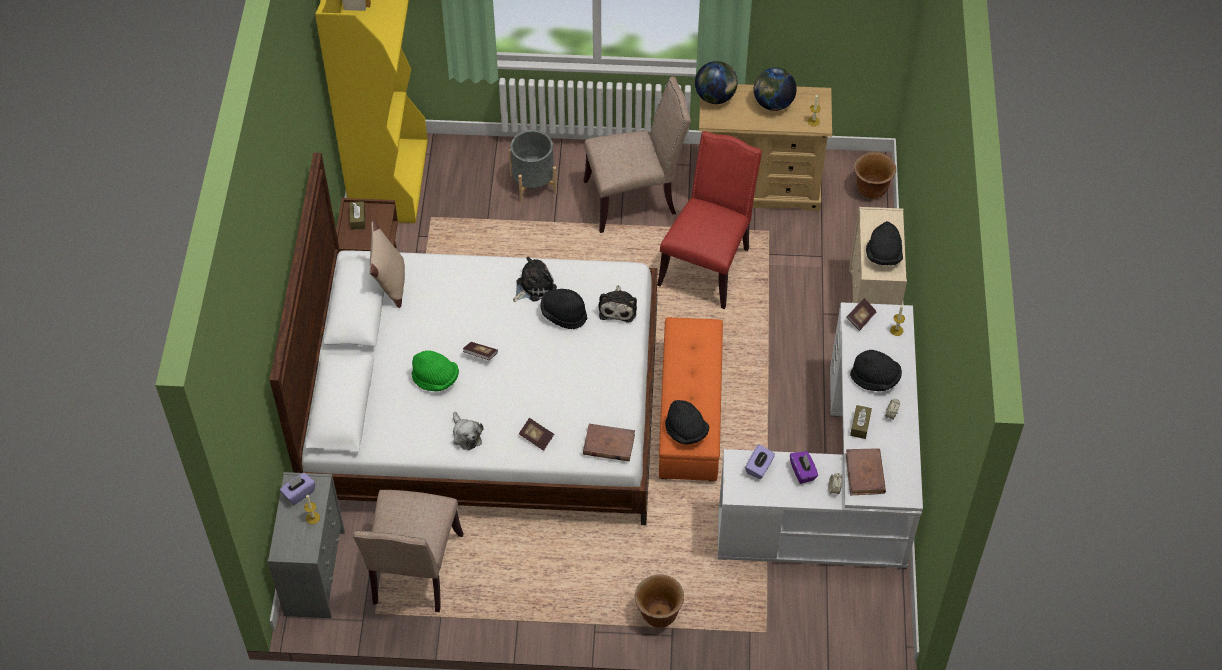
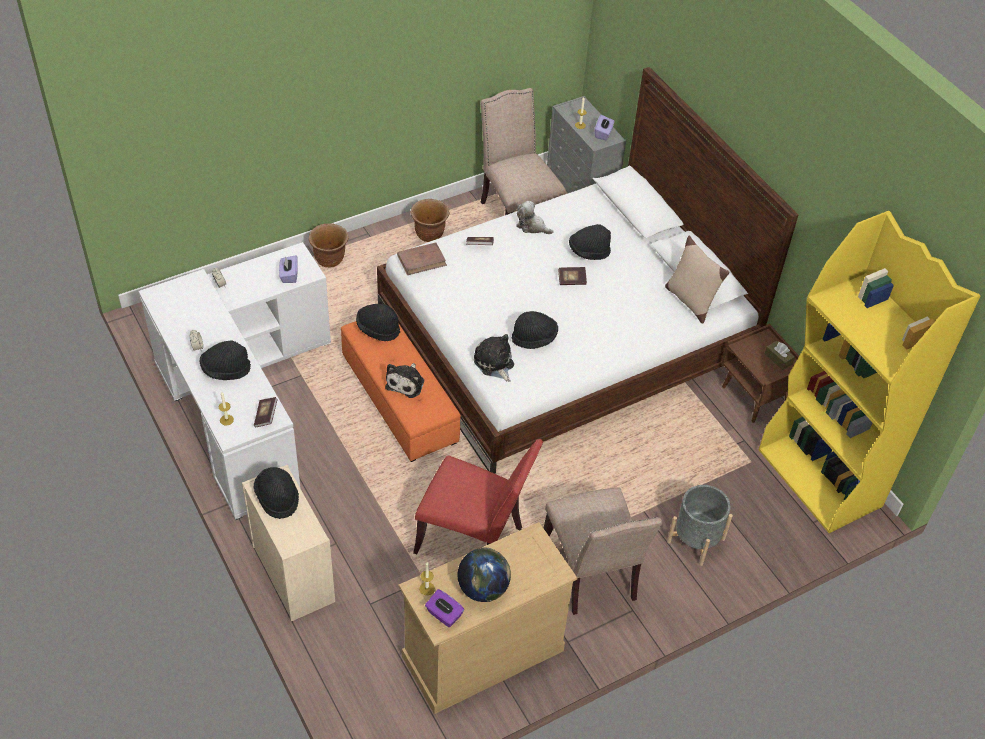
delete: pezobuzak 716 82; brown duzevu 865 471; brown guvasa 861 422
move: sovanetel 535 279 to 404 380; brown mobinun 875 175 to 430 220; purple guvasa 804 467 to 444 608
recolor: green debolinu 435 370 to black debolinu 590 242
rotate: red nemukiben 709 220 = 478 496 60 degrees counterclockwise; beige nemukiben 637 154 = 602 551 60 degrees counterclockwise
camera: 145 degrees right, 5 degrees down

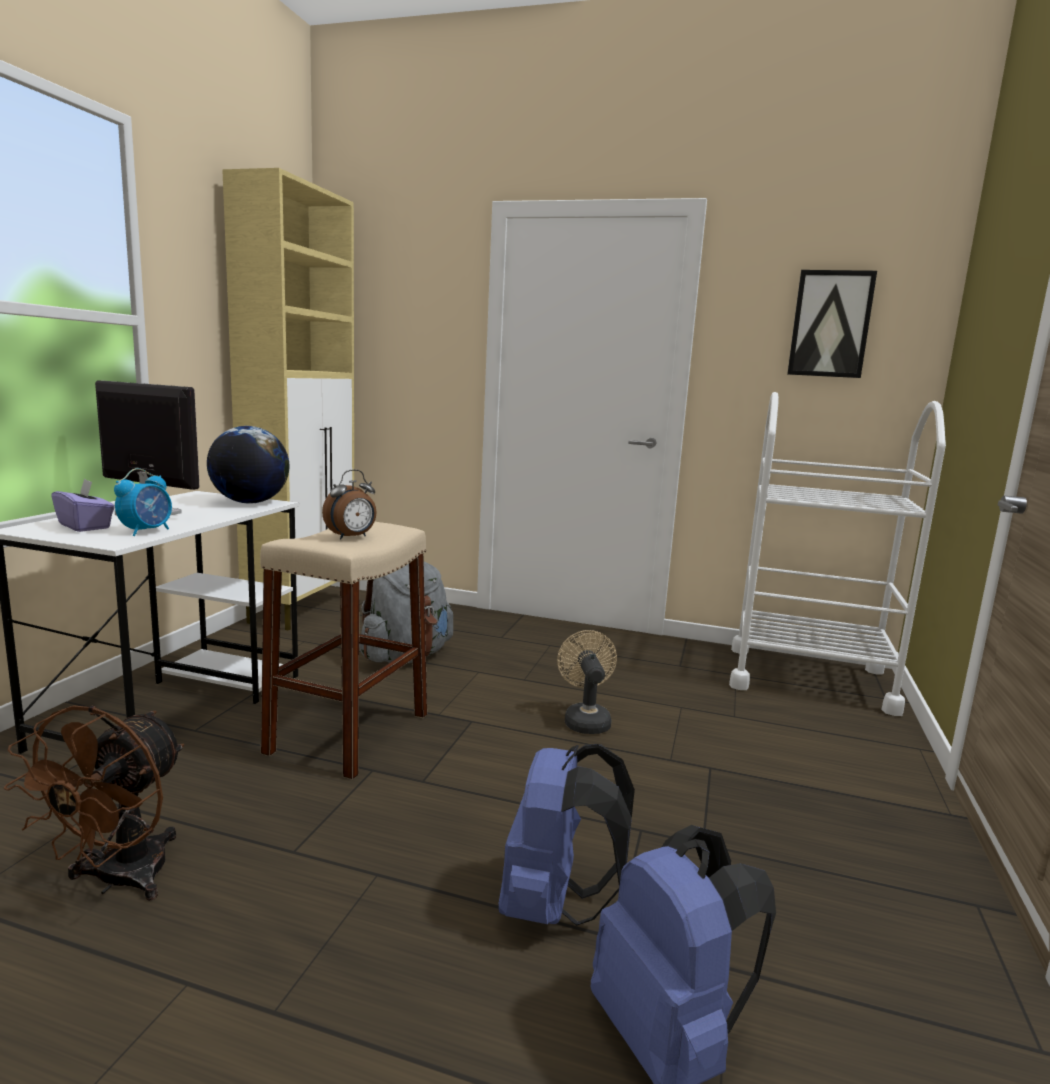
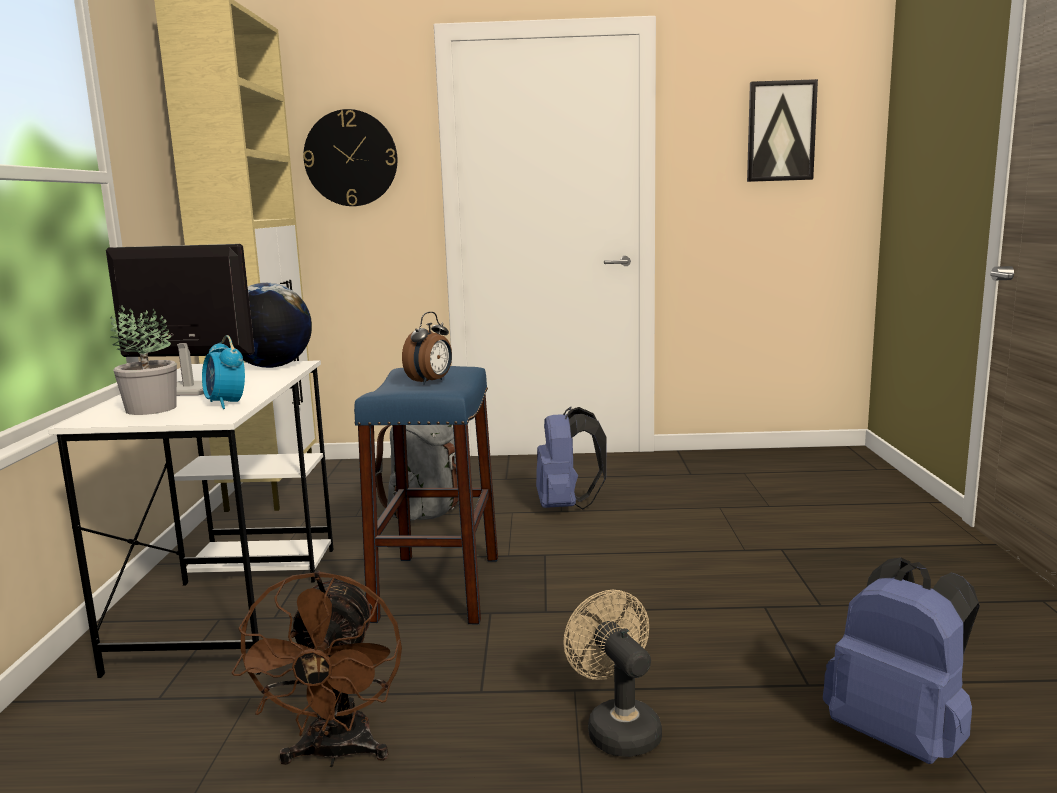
delete: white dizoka 837 554
insert: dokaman 350 157
move: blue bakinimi 566 835 to 571 458; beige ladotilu 587 682 to 612 673
replace: purple guvasa 83 505 to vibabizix 143 360
recolor: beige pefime 343 651 to blue pefime 426 495
rotate: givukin 143 502 = 223 372 135 degrees clockwise
camera: 15 degrees left, 0 degrees up

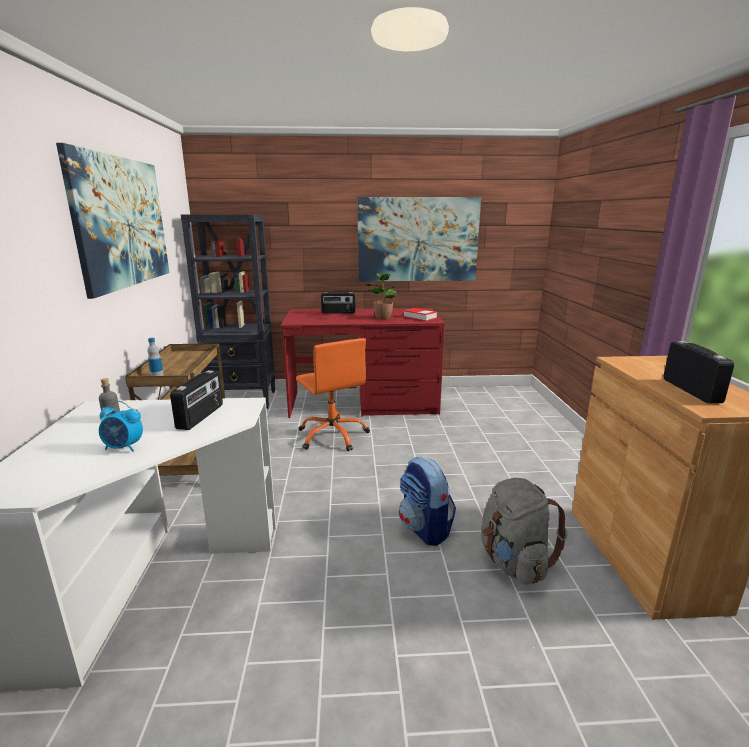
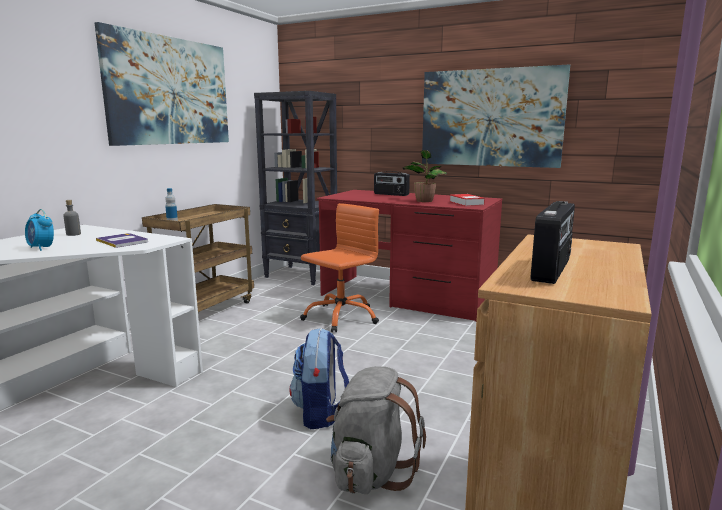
replace: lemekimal 196 400 to duzevu 122 240
rotate: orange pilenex 333 394 = 339 267 135 degrees counterclockwise
camera: 30 degrees right, 5 degrees down

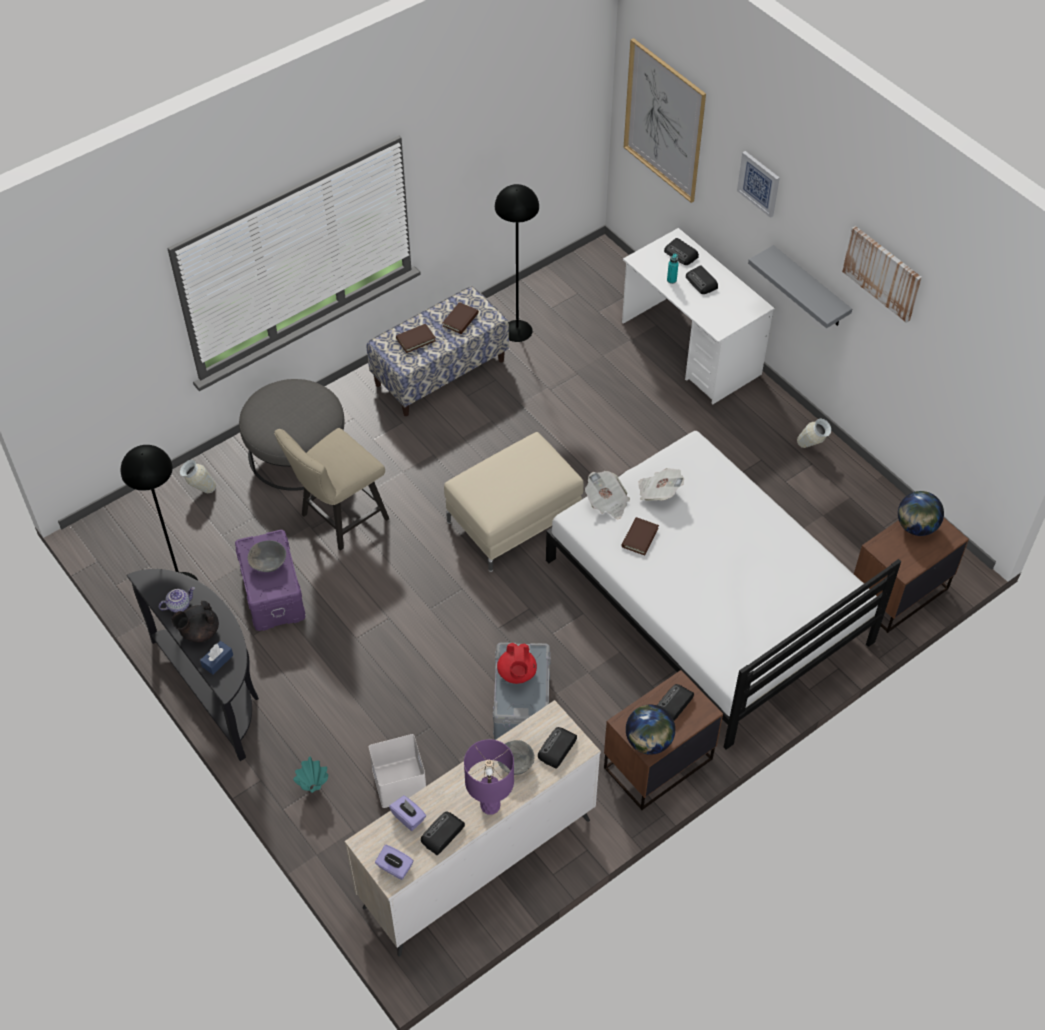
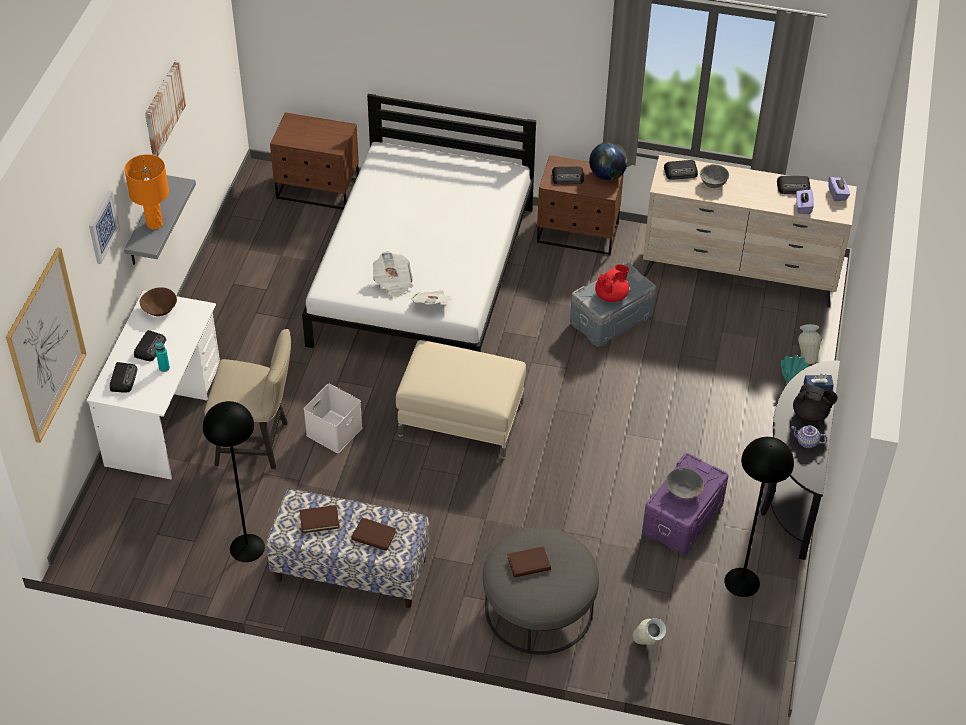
delete: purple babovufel 489 777; pezobuzak 921 513
insert: orange babovufel 146 191; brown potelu 158 301
move: beige nemukiben 331 489 to 247 399; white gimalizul 397 771 to 333 418; brown duzevu 640 536 to 529 562; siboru 814 433 to 809 344
camera: 130 degrees left, 5 degrees down

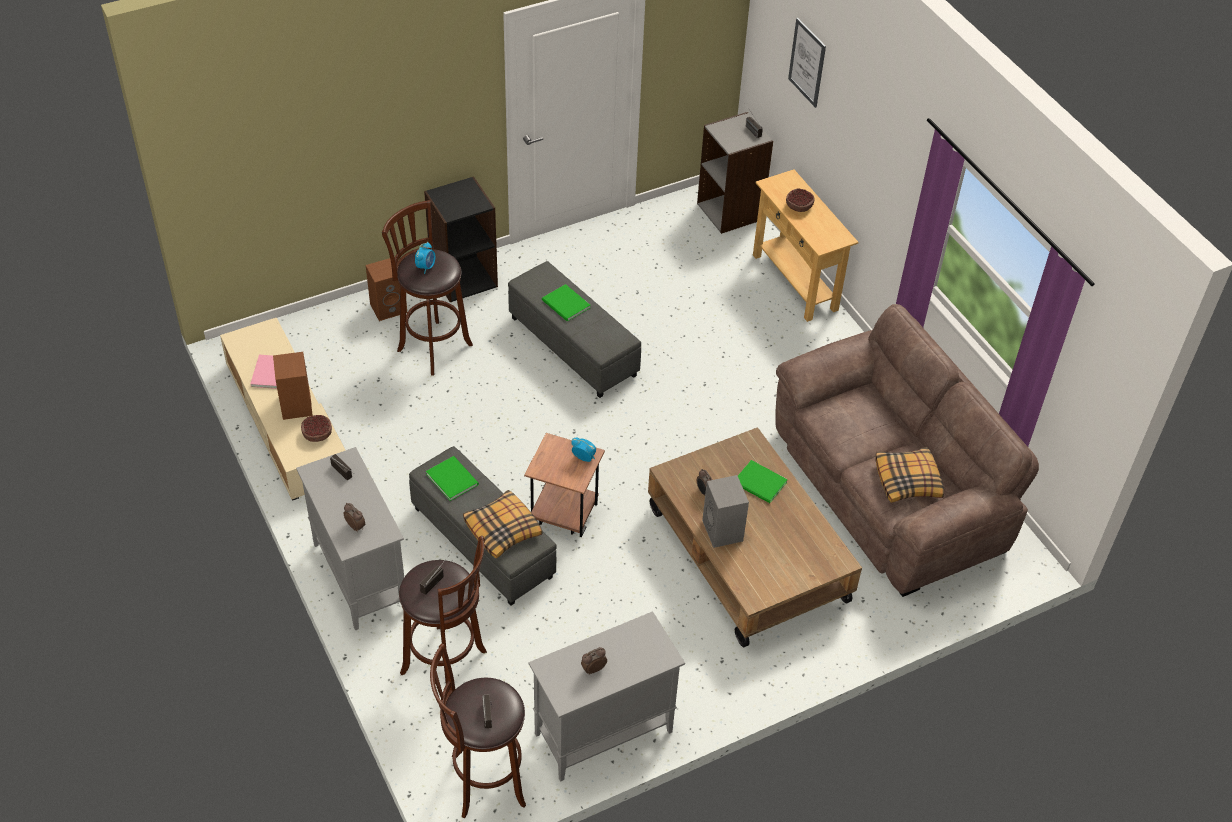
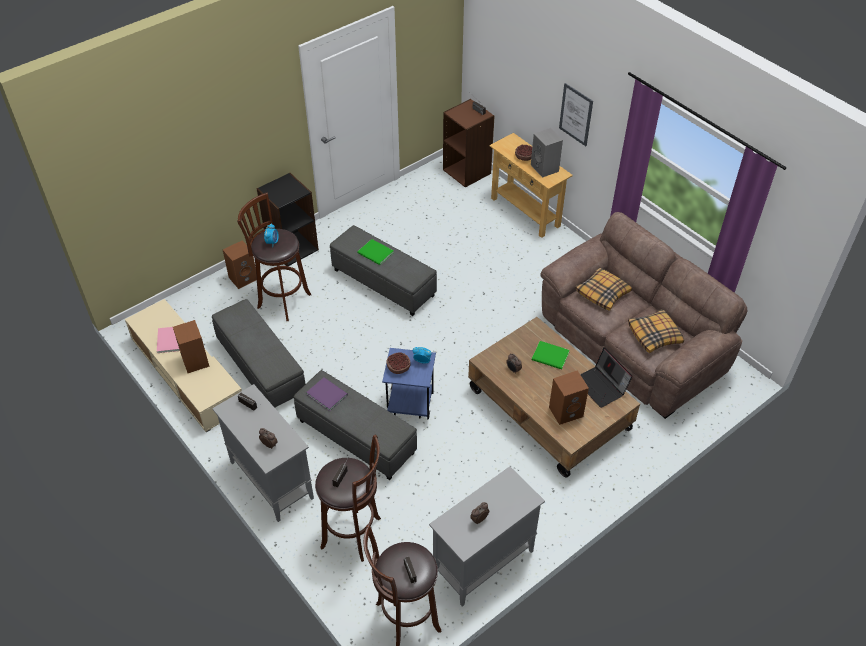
insert: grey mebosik 259 353; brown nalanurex 569 397; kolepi 606 377
move: potelu 316 428 to 398 363; grey nalanurex 725 511 to 547 153; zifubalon 807 63 to 576 114; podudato 502 524 to 603 289
recolor: green duzevu 452 478 to purple duzevu 327 394; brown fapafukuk 564 485 to blue fapafukuk 409 383; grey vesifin 735 173 to brown vesifin 469 143
camera: 10 degrees left, 0 degrees up

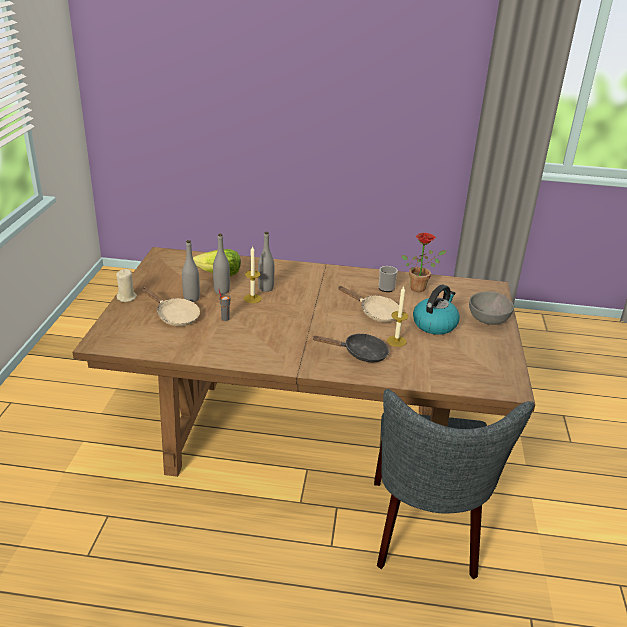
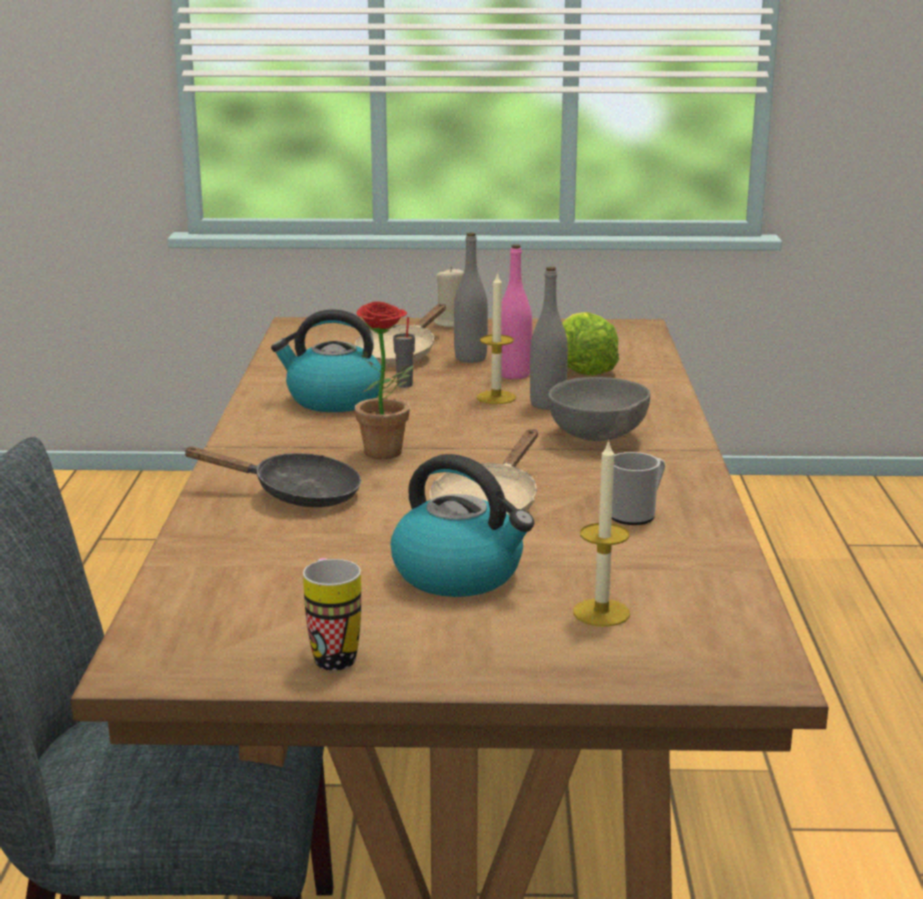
insert: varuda 326 360; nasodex 332 614
move: vibabizix 424 262 to 380 380; grey potelu 491 308 to 599 409; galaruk 397 316 to 601 533
recolor: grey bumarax 221 264 to pink bumarax 516 311
rotate: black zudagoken 350 348 = 272 477 75 degrees counterclockwise
camera: 85 degrees right, 10 degrees down

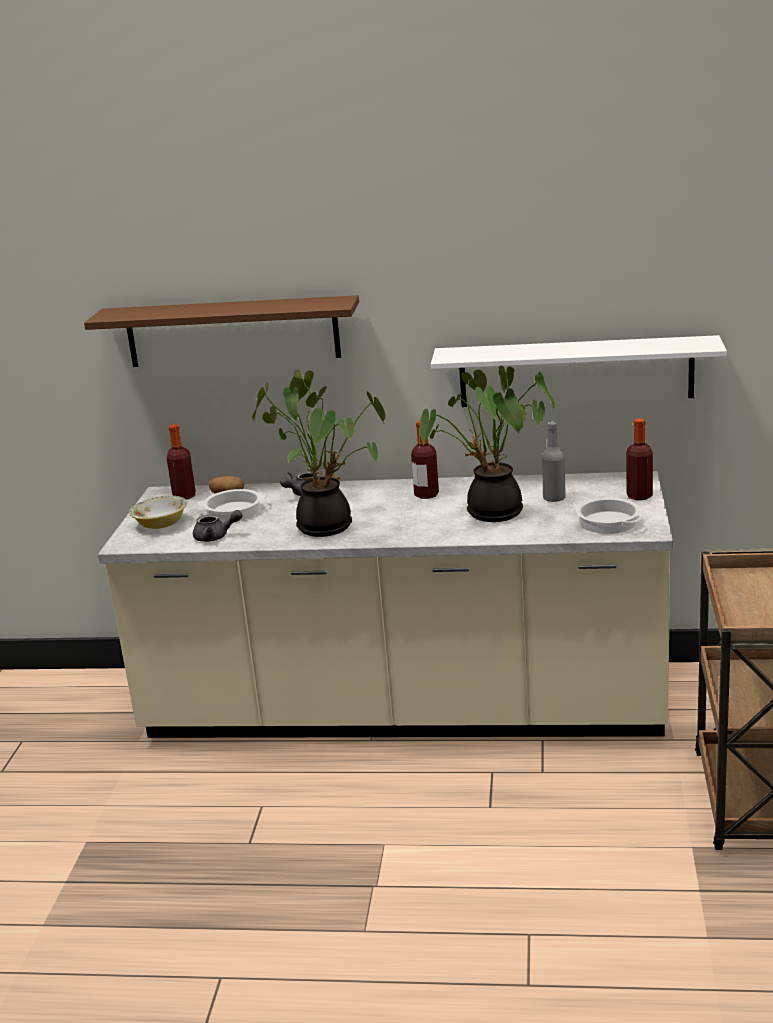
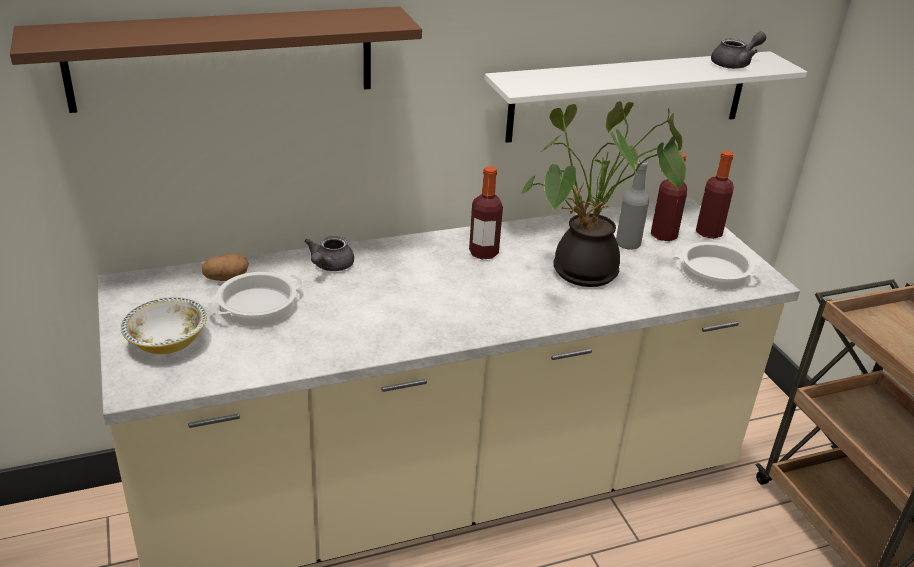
delete: vibabizix 319 453
move: bumarax 181 462 to 669 197; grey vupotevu 218 526 to 738 50
camera: 30 degrees left, 10 degrees up

